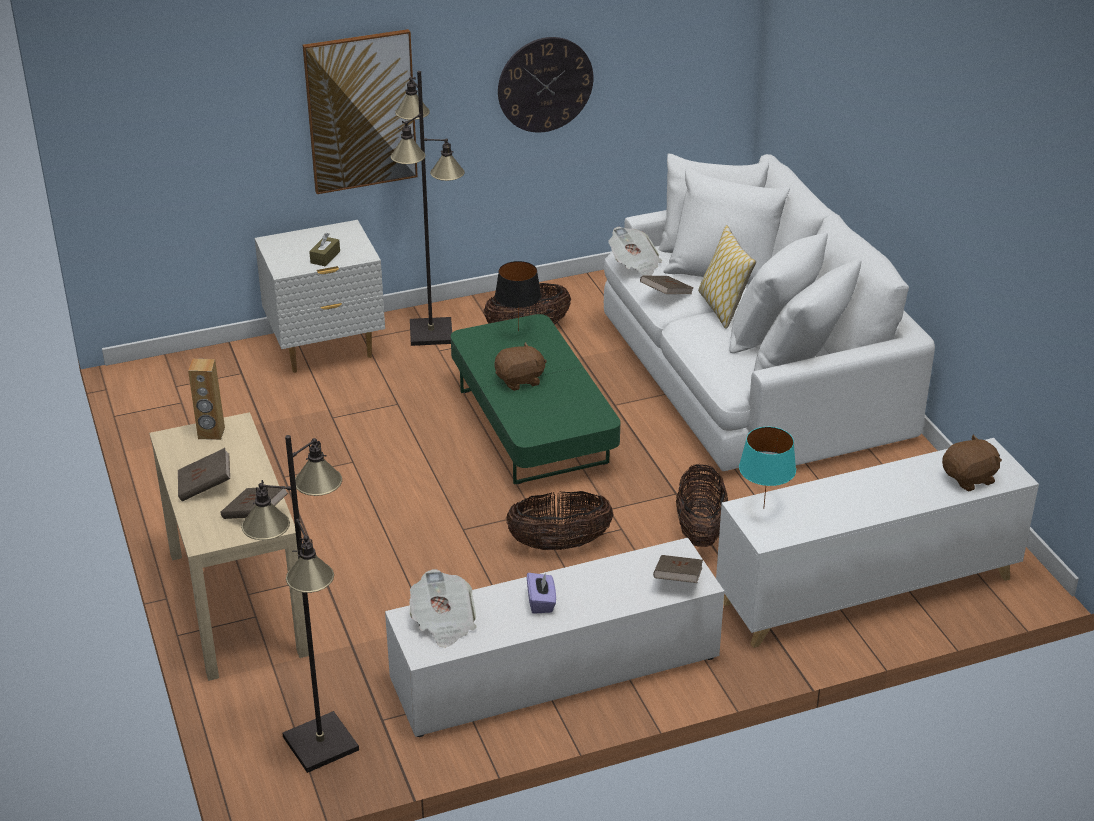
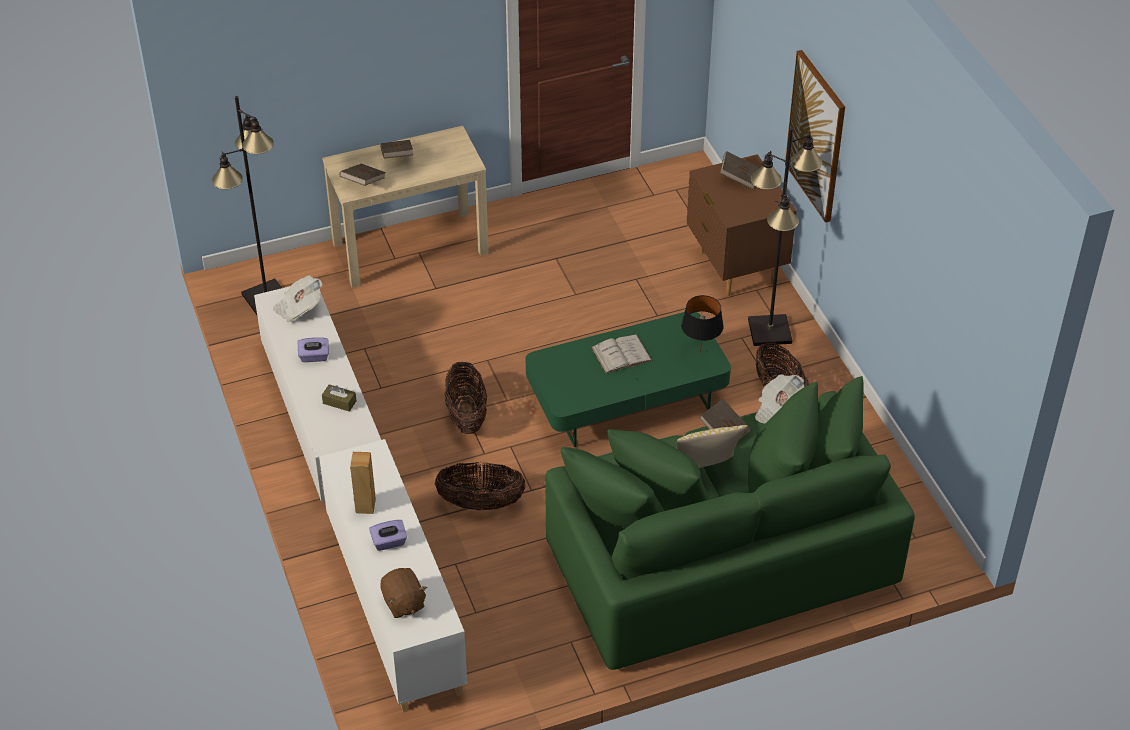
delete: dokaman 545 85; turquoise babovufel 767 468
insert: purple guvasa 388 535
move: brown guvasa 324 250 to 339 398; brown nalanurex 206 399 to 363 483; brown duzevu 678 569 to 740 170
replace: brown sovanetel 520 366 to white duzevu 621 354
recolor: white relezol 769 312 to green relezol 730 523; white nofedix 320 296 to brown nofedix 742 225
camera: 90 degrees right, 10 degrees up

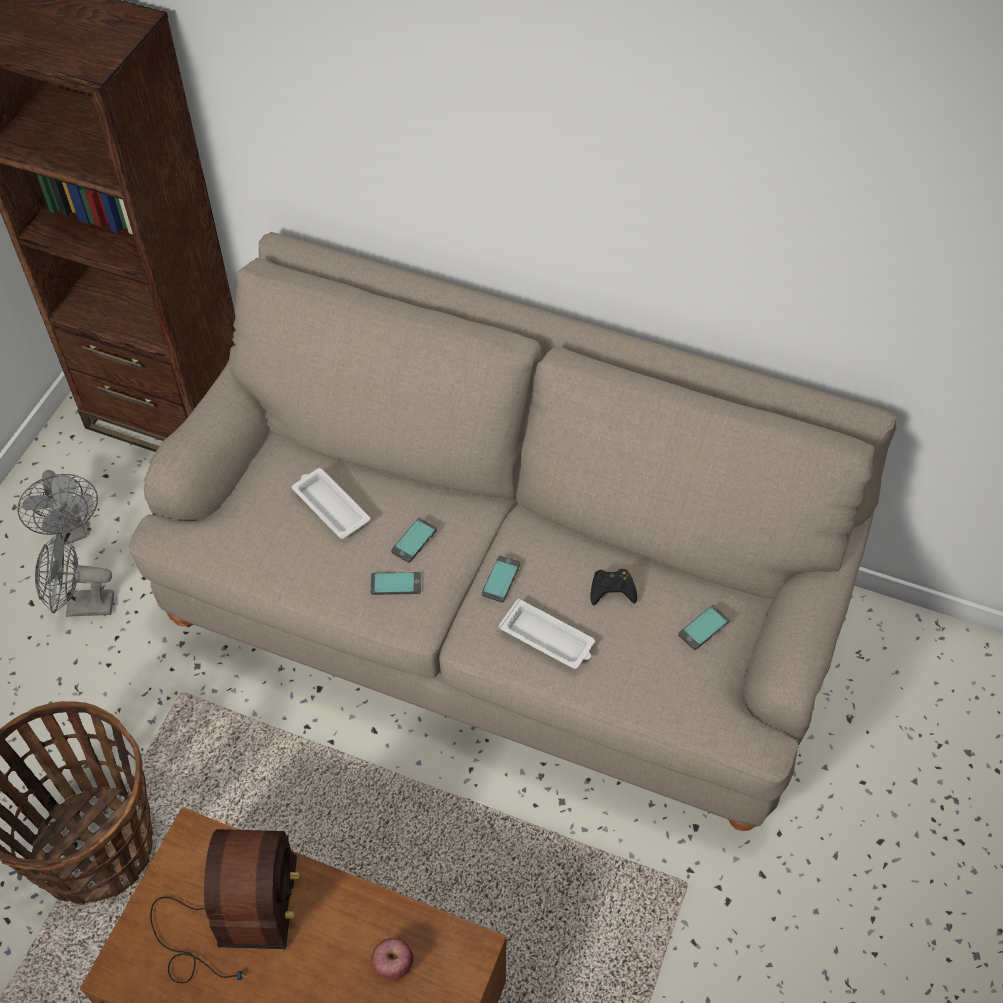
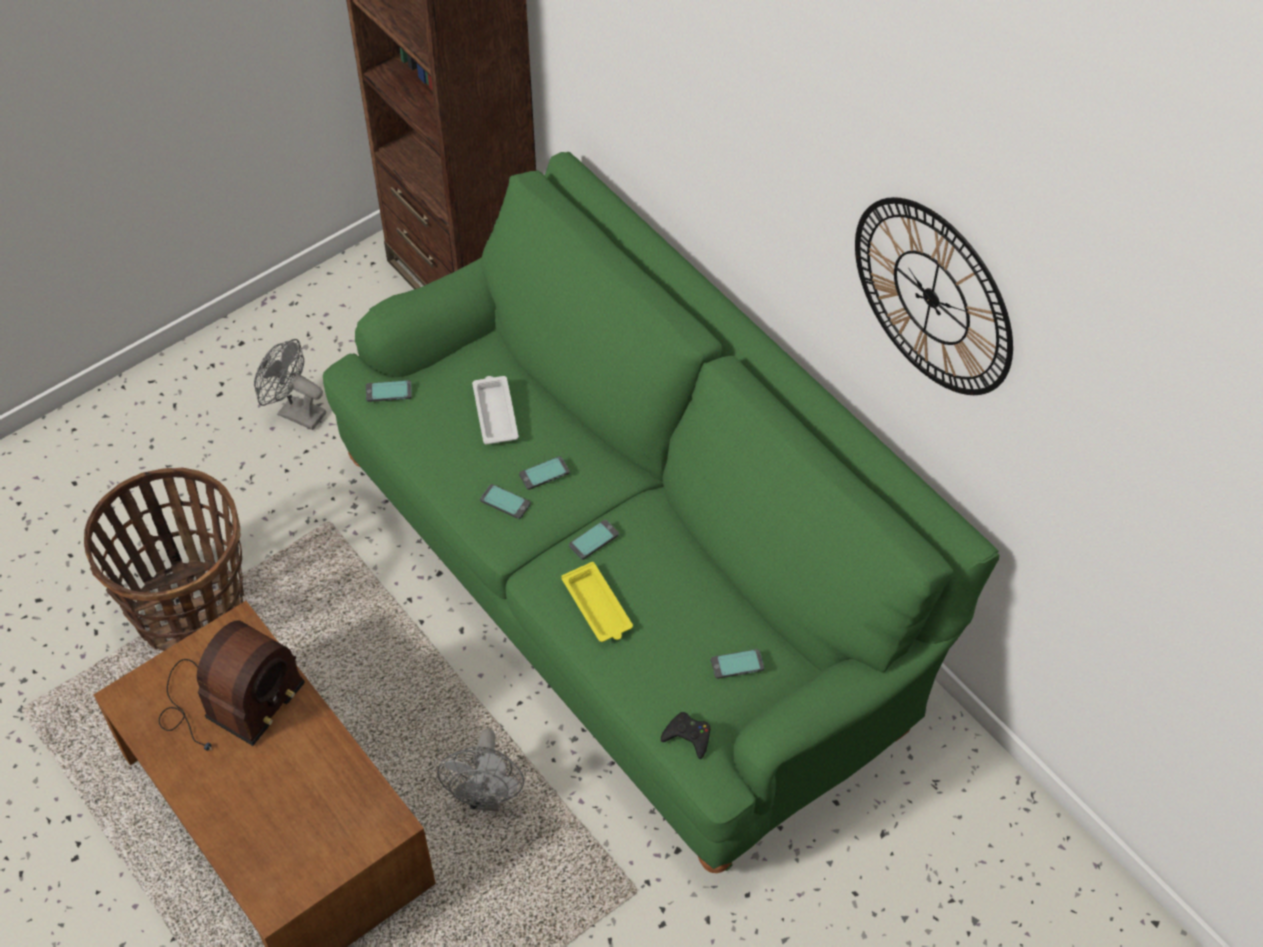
delete: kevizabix 392 959
insert: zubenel 389 391; dokaman 934 296
move: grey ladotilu 58 507 to 480 770; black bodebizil 613 587 to 685 735
recolor: beige relezol 512 531 to green relezol 661 512; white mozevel 547 634 to yellow mozevel 597 602
camera: 30 degrees right, 0 degrees up

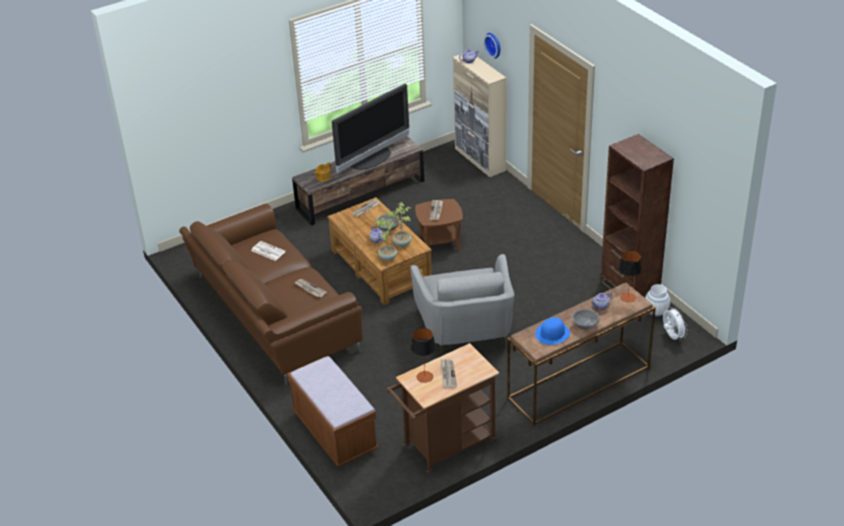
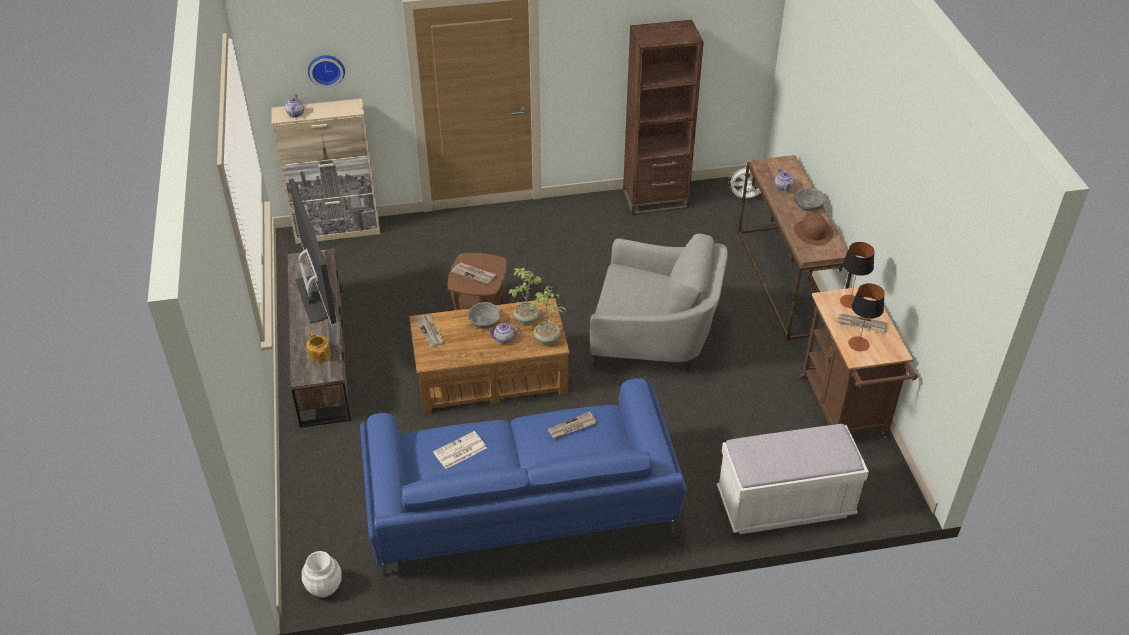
move: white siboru 657 300 to 322 574; babovufel 630 276 to 857 275
recolor: brown relezol 271 294 to blue relezol 523 477; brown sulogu 333 411 to white sulogu 793 479; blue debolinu 552 331 to brown debolinu 813 229
camera: 70 degrees left, 5 degrees up

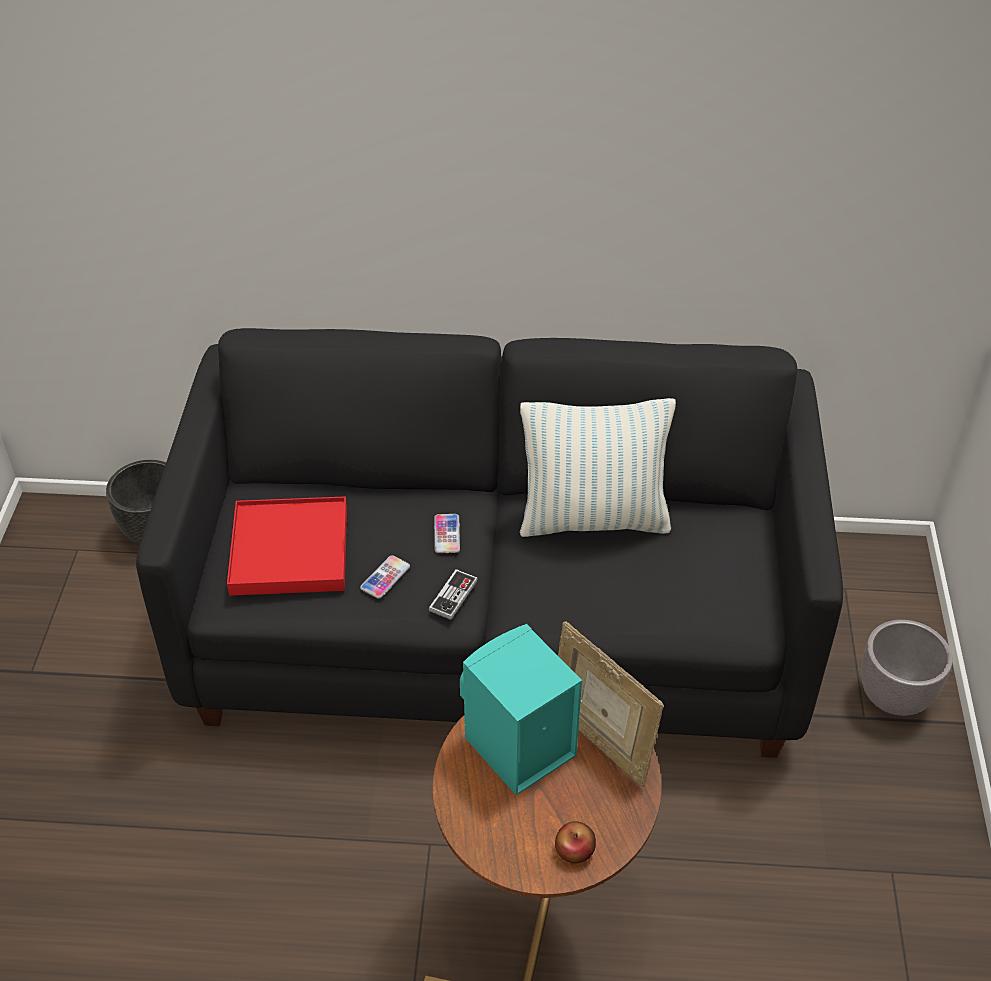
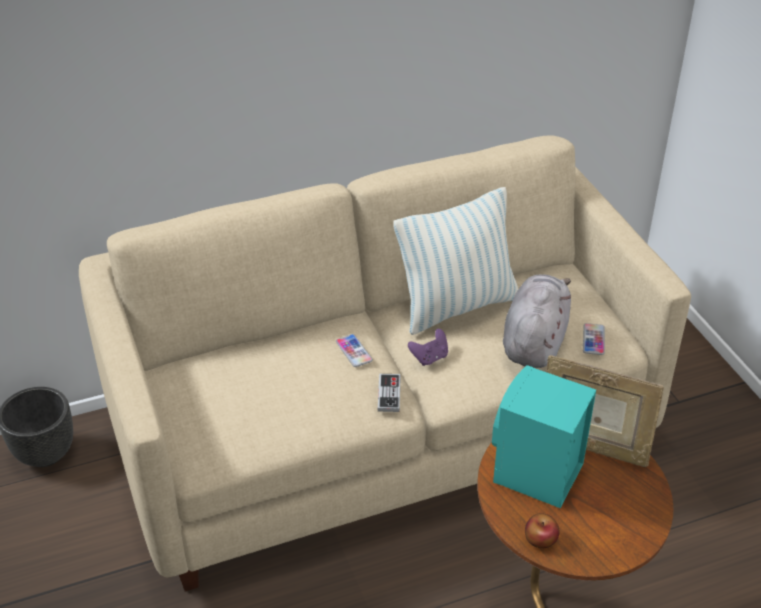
delete: red mozevel 287 546; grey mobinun 907 668
insert: purple bodebizil 428 347; grey sovanetel 537 321
move: kevizabix 575 842 to 542 530; zubenel 385 577 to 594 339
recolor: black relezol 489 543 to beige relezol 385 363
camera: 25 degrees left, 5 degrees down

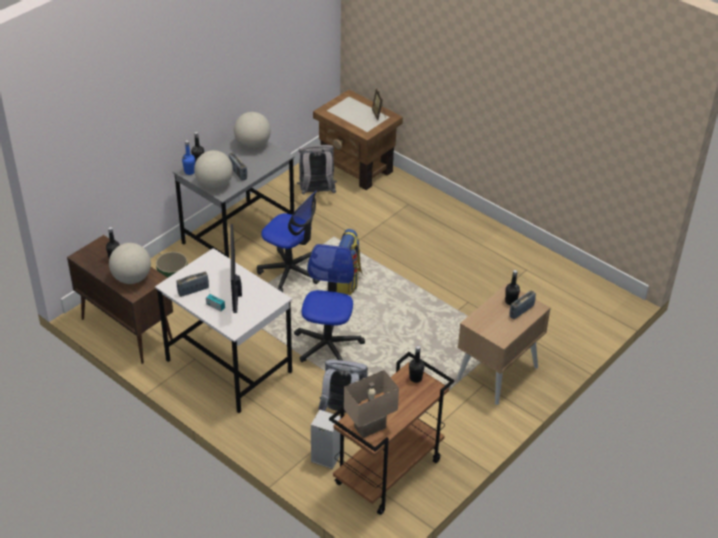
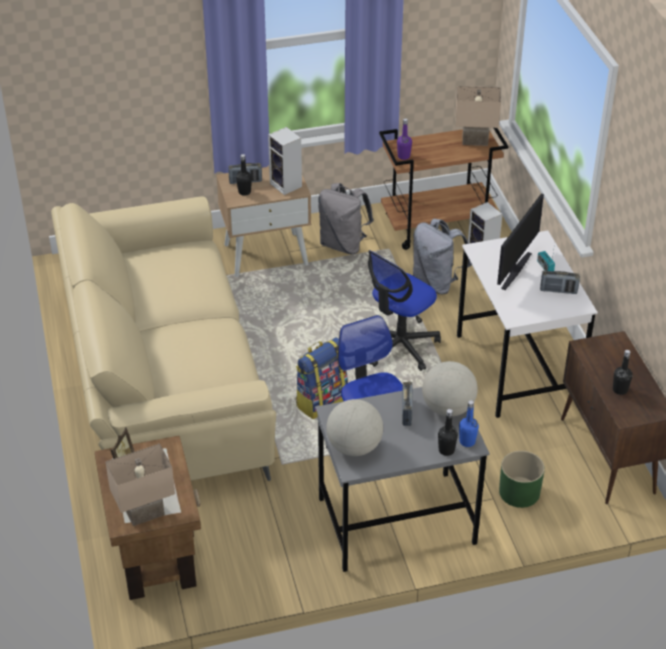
delete: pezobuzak 130 263
insert: beige relezol 163 339; beige babovufel 140 484; nalanurex 285 161
move: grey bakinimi 317 170 to 345 218
recolor: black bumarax 417 364 to purple bumarax 404 139
camera: 145 degrees left, 0 degrees up

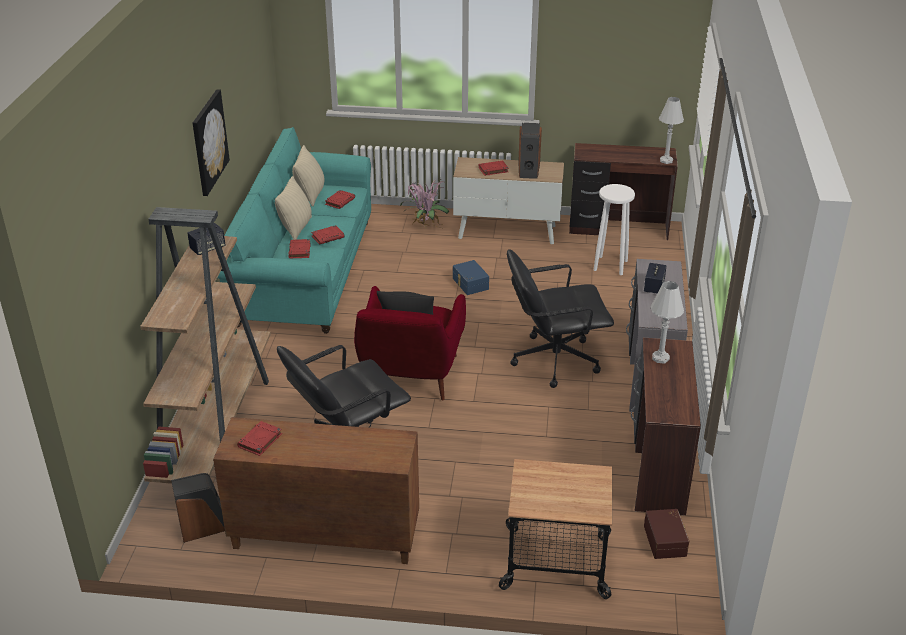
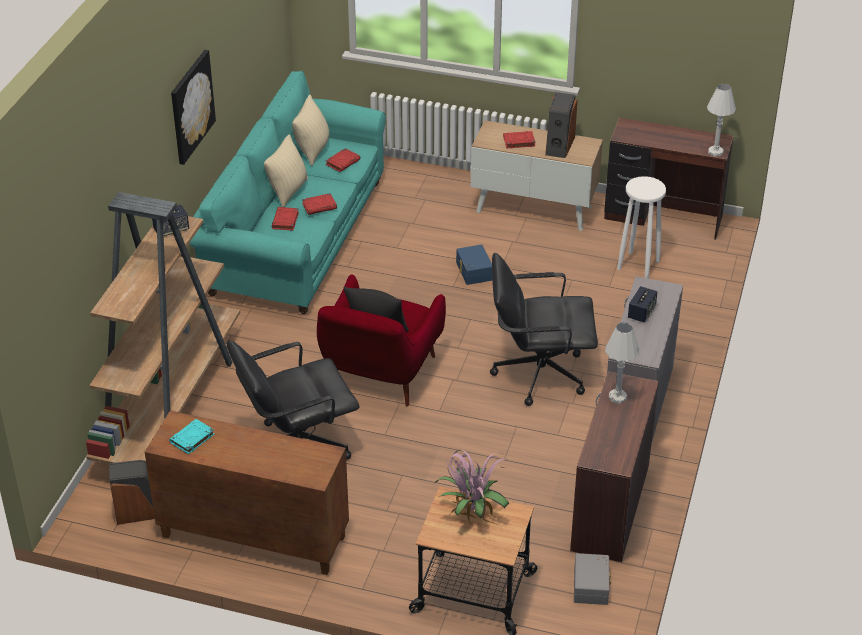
move: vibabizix 425 204 to 472 487
recolor: red duzevu 259 438 to turquoise duzevu 191 436; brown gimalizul 666 534 to grey gimalizul 592 579
camera: 10 degrees right, 5 degrees up

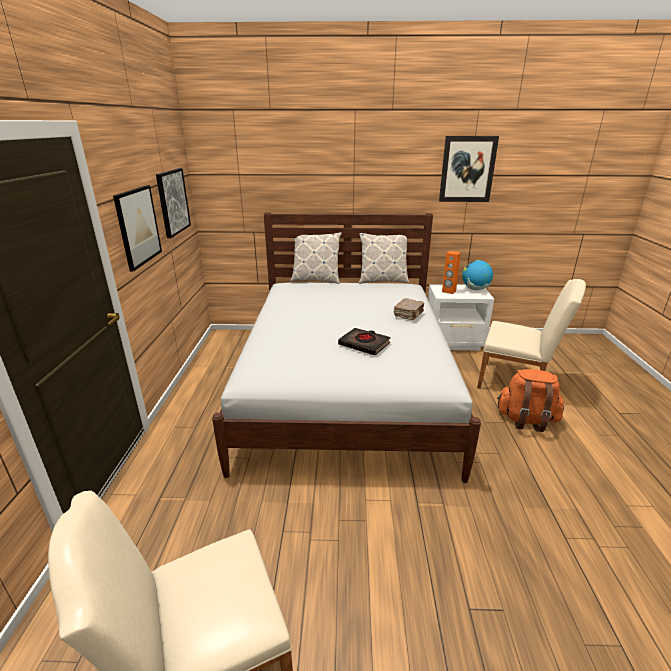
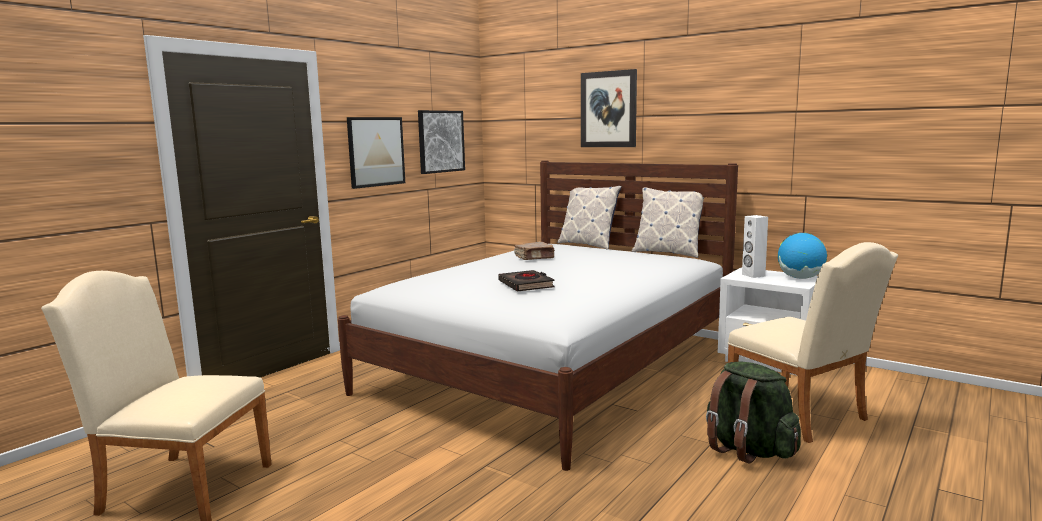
move: brown duzevu 409 309 to 534 250; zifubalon 469 169 to 609 108
recolor: orange bakinimi 530 400 to green bakinimi 753 413; orange nalanurex 451 272 to white nalanurex 755 246
camera: 35 degrees right, 15 degrees down

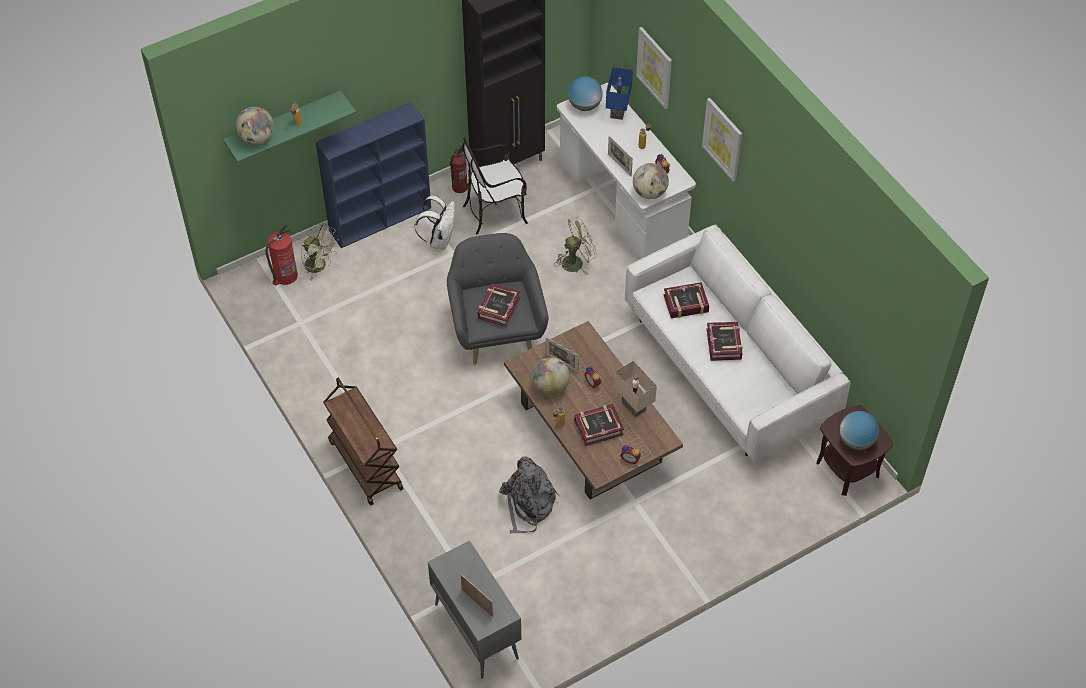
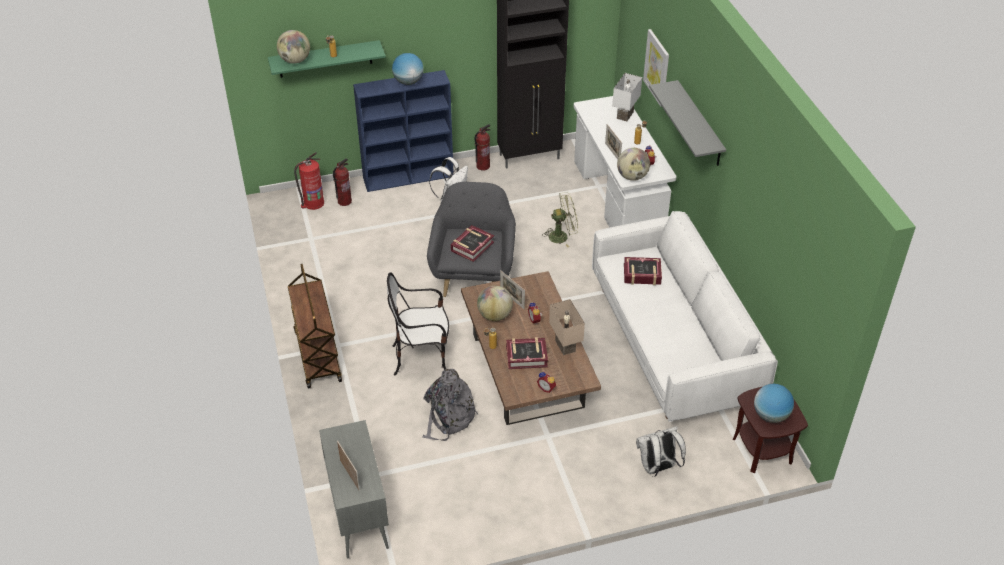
delete: duzevu 725 341
insert: white bakinimi 661 451
move: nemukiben 495 186 to 418 324; pezobuzak 585 93 to 408 69
replace: green ladotilu 320 251 to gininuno 342 182; zifubalon 722 140 to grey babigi 687 123
recolor: blue babovufel 619 93 to white babovufel 627 97
camera: 15 degrees right, 10 degrees down

